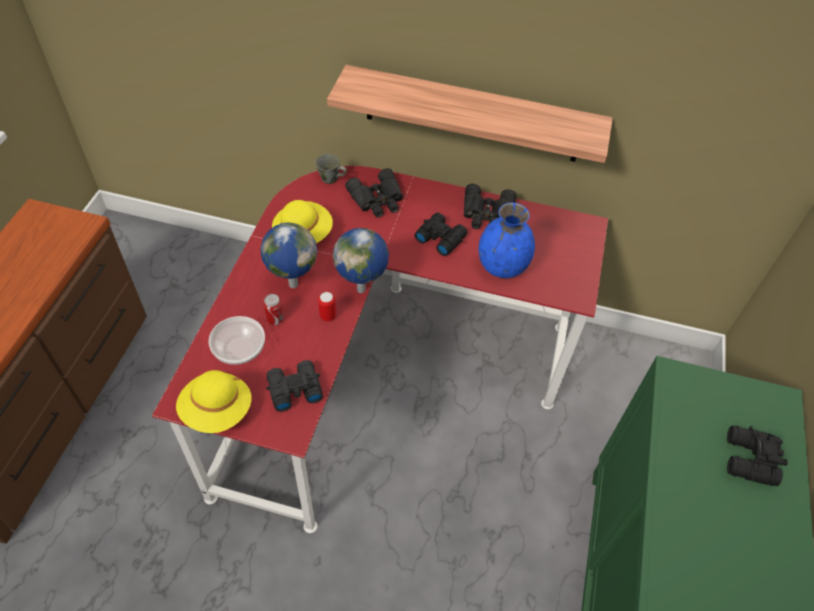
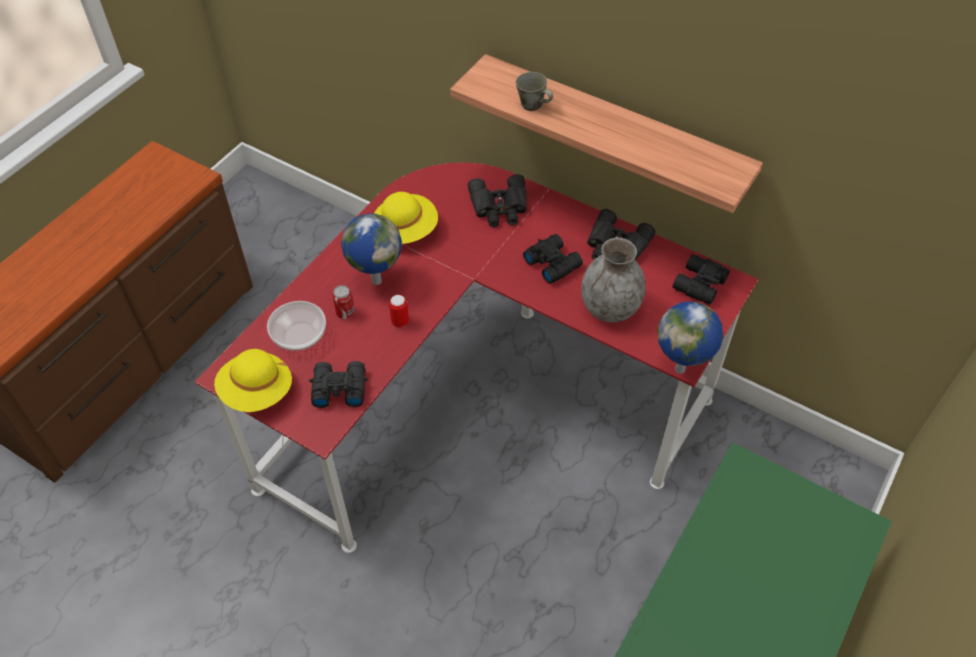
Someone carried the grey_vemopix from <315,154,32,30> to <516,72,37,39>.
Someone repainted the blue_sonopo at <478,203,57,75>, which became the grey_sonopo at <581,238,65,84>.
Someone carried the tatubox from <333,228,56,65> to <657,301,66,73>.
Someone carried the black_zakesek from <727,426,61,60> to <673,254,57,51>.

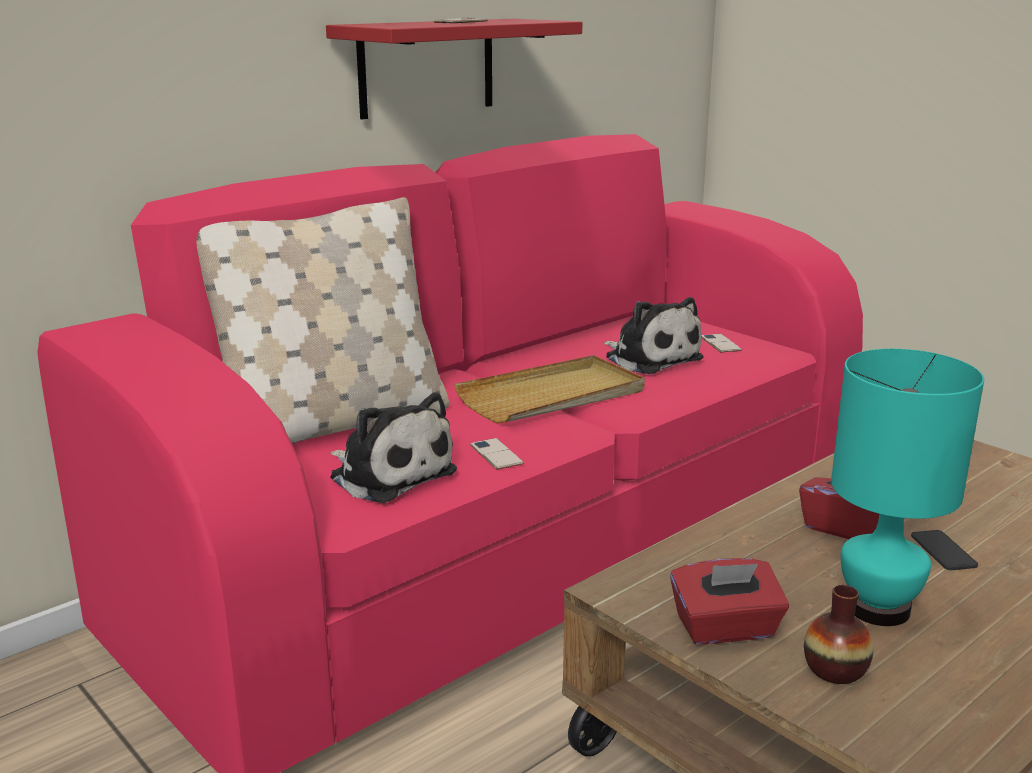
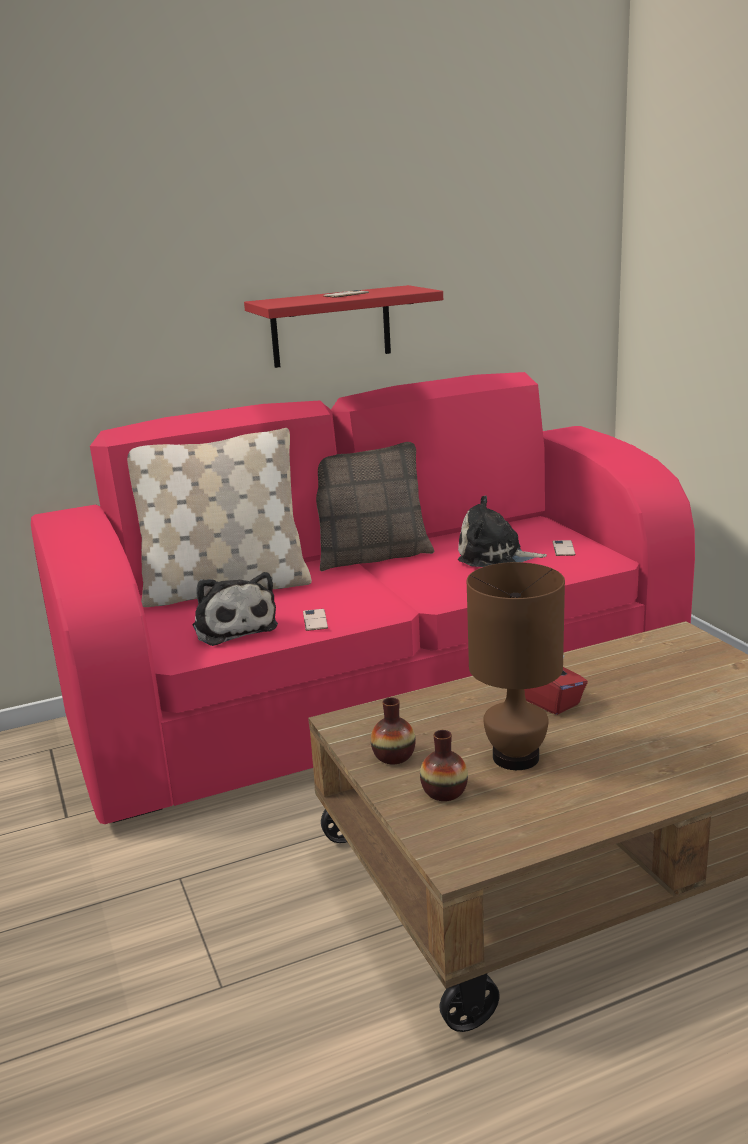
Someone rotated the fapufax at <603,297,101,77> by 120 degrees clockwise.
Someone repainted the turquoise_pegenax at <831,349,153,277>, which became the brown_pegenax at <467,562,98,208>.
Someone took away the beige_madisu at <454,355,191,68>.
Someone took away the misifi at <911,530,67,40>.
Someone swapped the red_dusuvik at <670,558,119,87> for the sonopo at <371,697,45,67>.
Someone put down the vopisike at <316,442,119,129>.

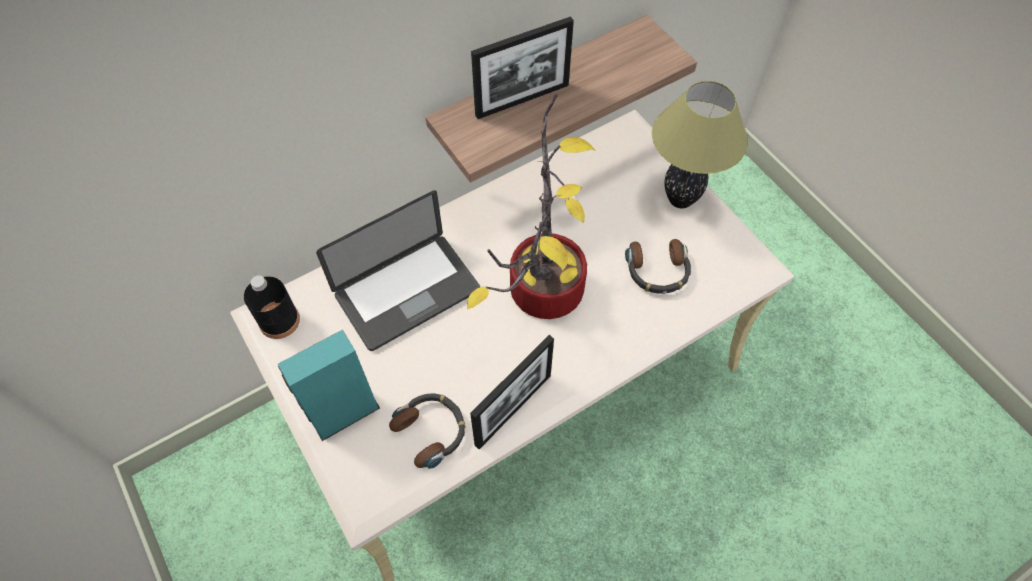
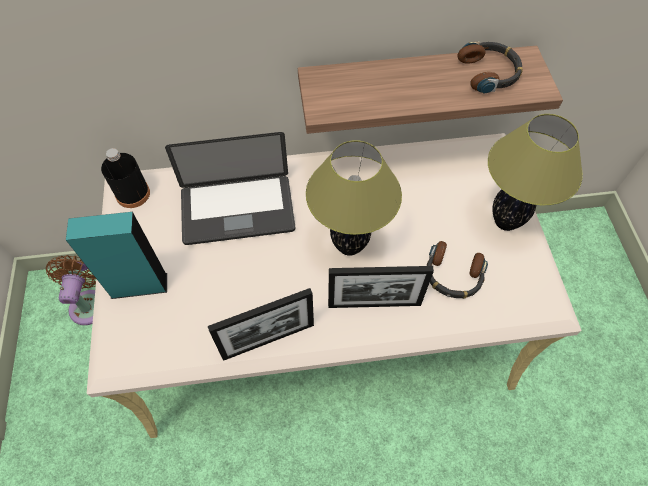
Someone carried the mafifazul from <471,16,103,103> to <328,266,106,42>.
Someone swapped the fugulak at <467,94,129,225> for the pegenax at <306,140,96,116>.
Someone carried the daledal from <389,393,76,76> to <457,41,66,53>.
Someone put down the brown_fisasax at <46,255,50,70>.

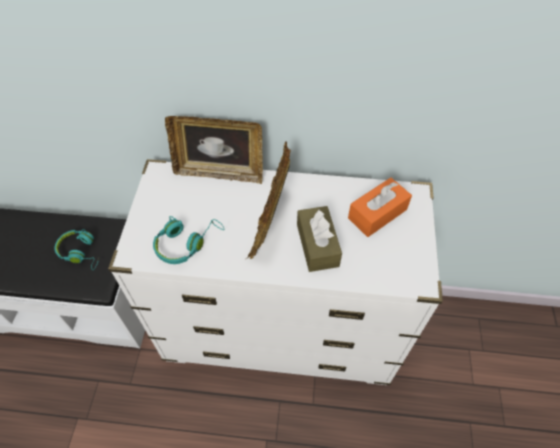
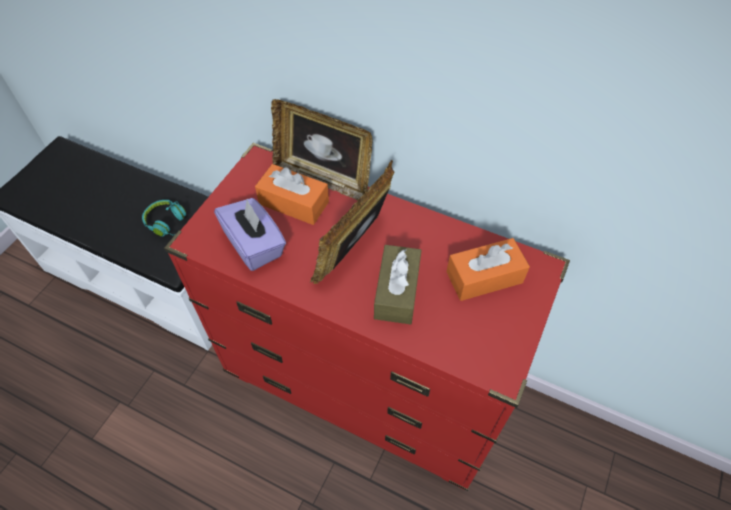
Someone repainted the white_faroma at <108,159,335,226>, which became the red_faroma at <164,143,406,348>.
Someone swapped the turquoise_daledal at <153,216,71,48> for the purple_dusuvik at <214,198,72,73>.
Someone put down the orange_dusuvik at <255,164,74,61>.

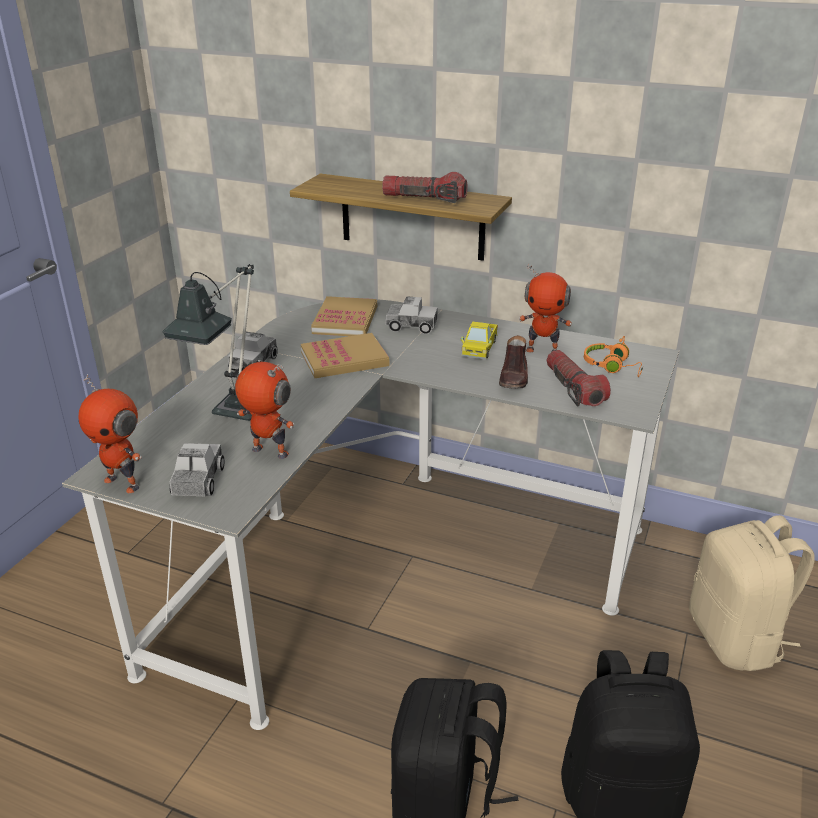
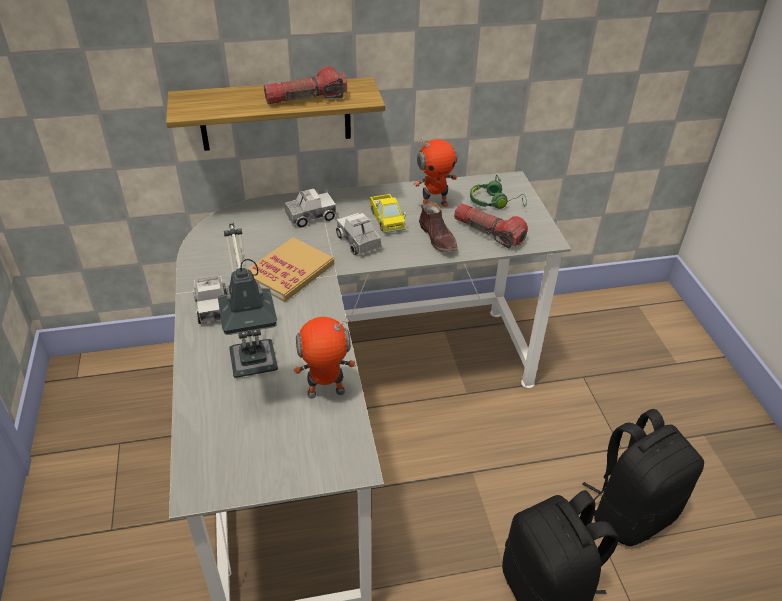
Someone took away the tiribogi at <311,296,66,40>.
Someone repainted the orange_daledal at <584,336,59,41>, which became the green_daledal at <470,175,56,34>.
Someone took away the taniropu at <79,374,63,119>.
Someone carried the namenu from <170,443,55,53> to <336,213,45,42>.
Someone took away the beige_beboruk at <689,515,126,156>.

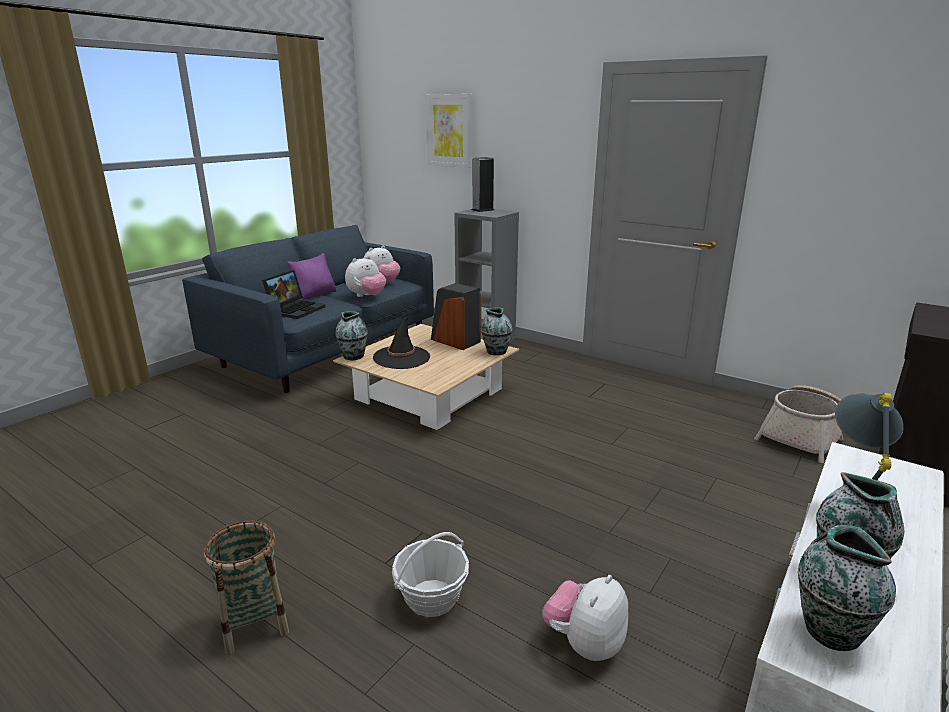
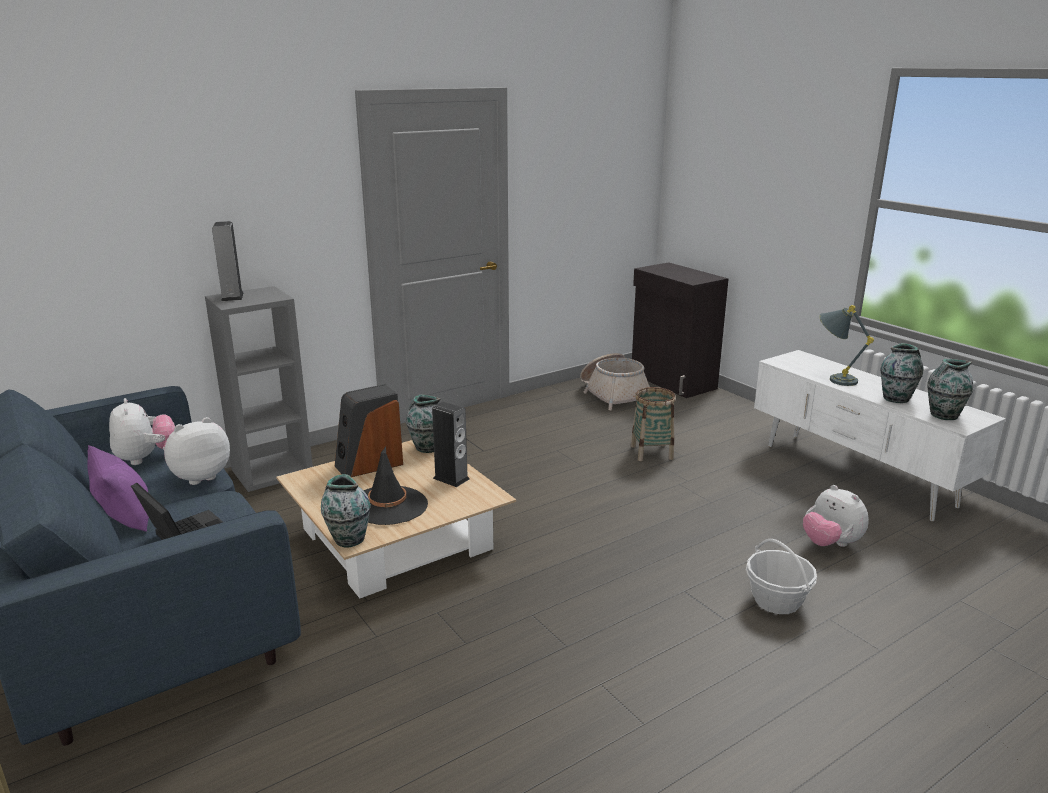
Someone took away the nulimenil at <426,94,46,74>.
Someone rotated the fapufax at <345,256,41,41> by 105 degrees counterclockwise.
Someone carried the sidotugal from <204,520,85,135> to <631,387,45,74>.
Someone put down the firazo at <432,402,37,85>.

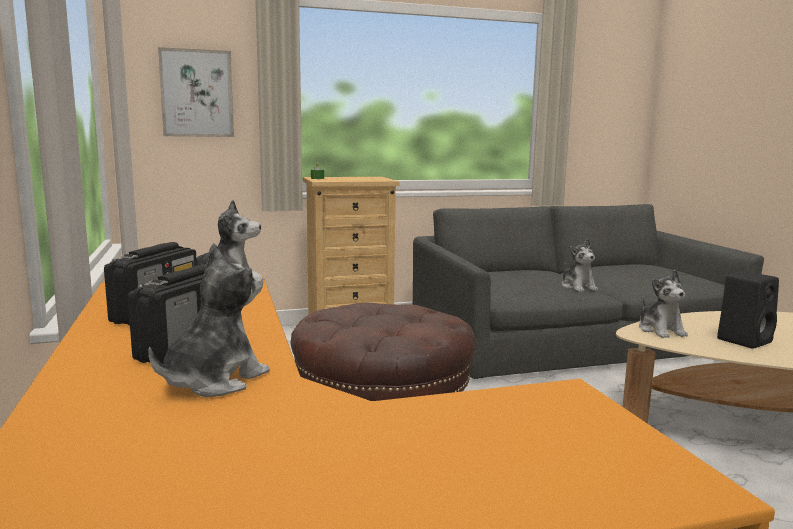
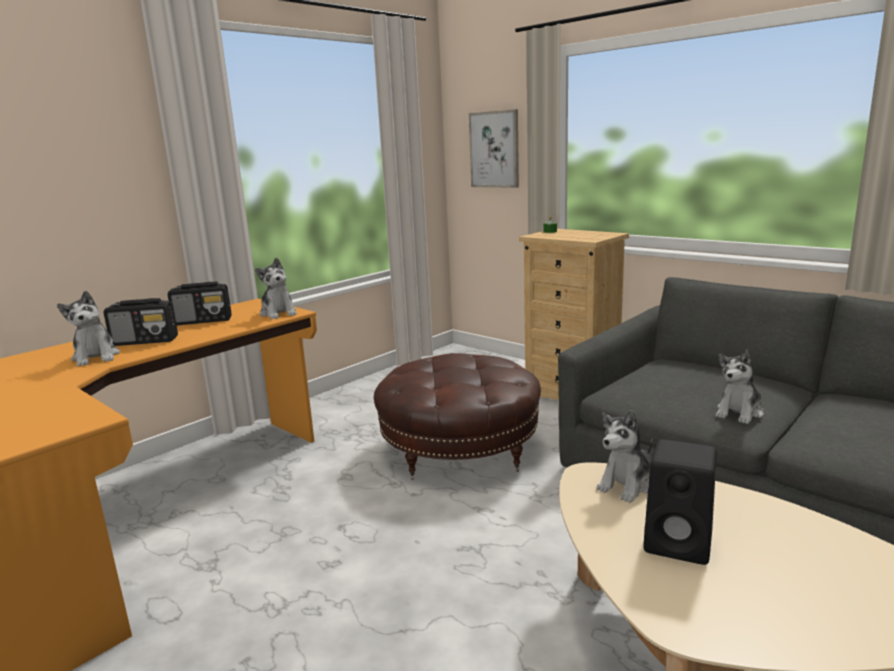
Someone rotated the fapufax at <148,243,122,154> by 60 degrees clockwise.

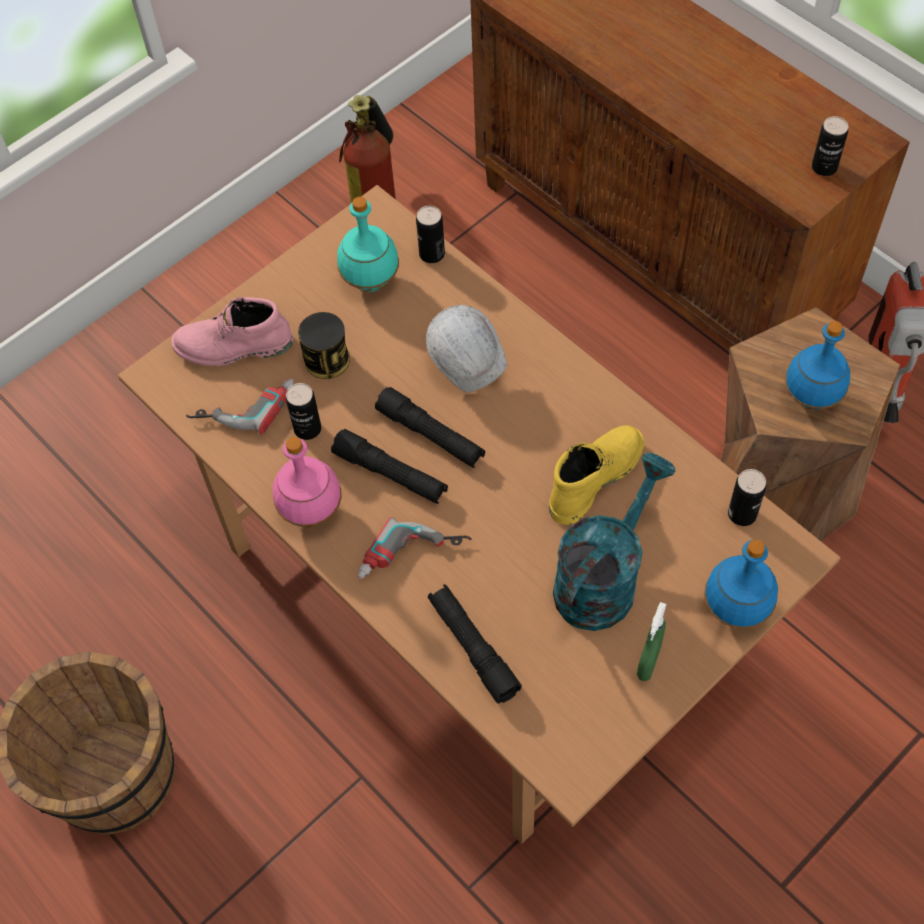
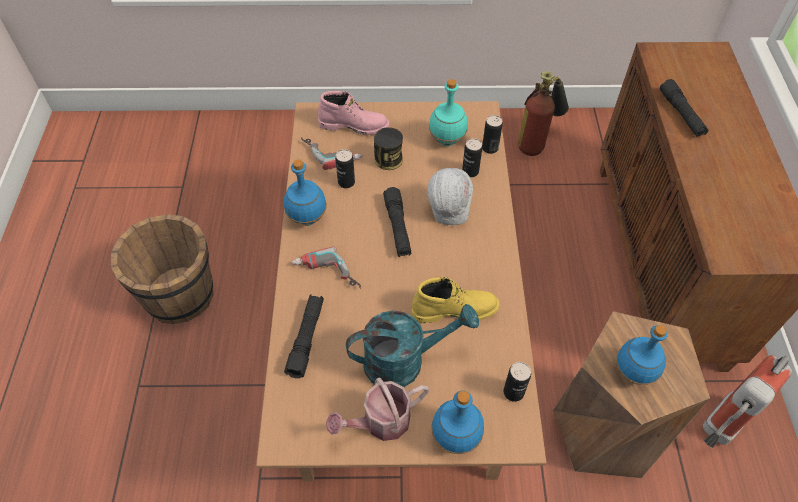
Someone carried the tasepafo from <812,116,36,60> to <462,138,20,39>.
Someone rotated the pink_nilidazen at <171,297,122,69> by 150 degrees clockwise.
Someone carried the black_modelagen from <331,429,117,75> to <660,79,48,58>.
Someone repainted the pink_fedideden at <273,437,69,90>, which became the blue_fedideden at <284,159,43,67>.
Someone swapped the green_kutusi at <637,602,29,79> for the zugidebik at <326,377,103,64>.

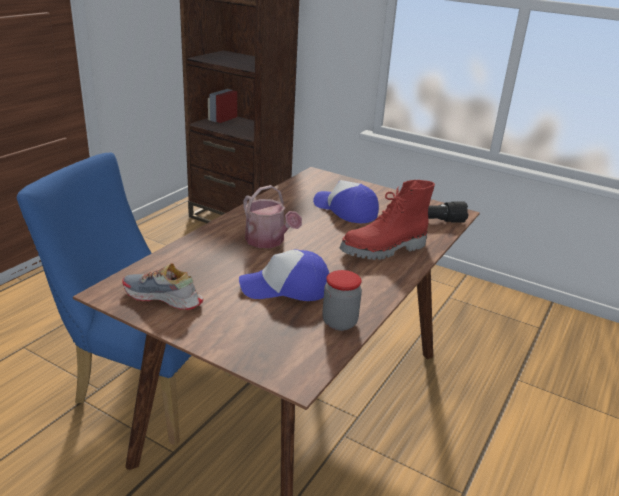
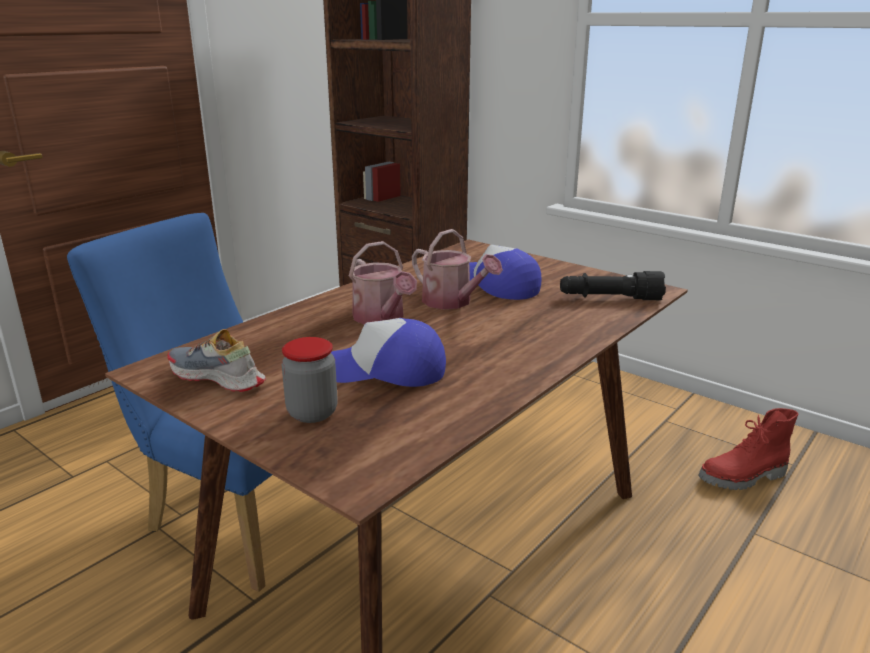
Someone carried the red_nilidazen from <340,180,95,80> to <698,408,100,82>.
Someone carried the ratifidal from <322,270,40,61> to <282,337,56,86>.
Someone put down the zugidebik at <412,229,91,80>.

